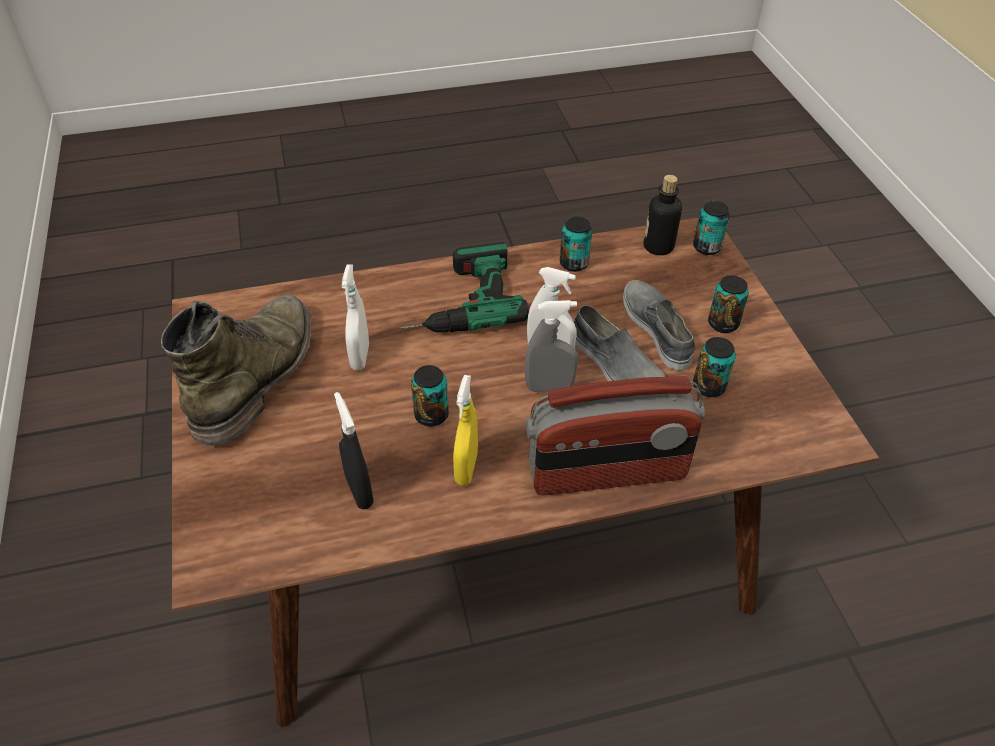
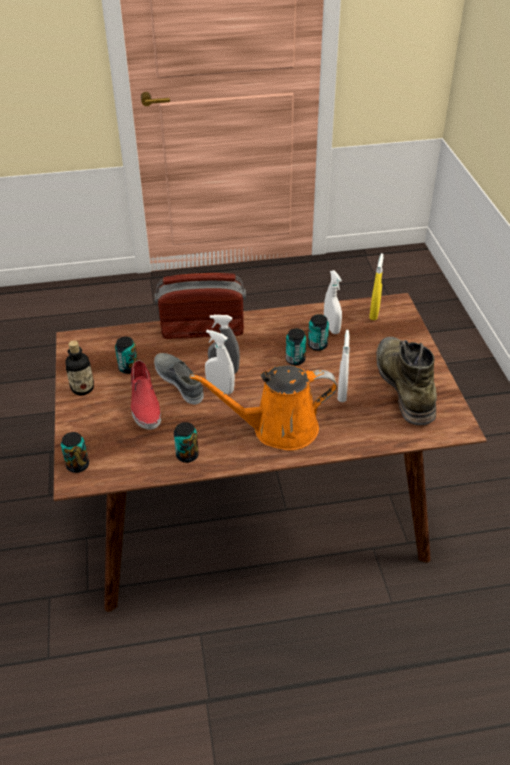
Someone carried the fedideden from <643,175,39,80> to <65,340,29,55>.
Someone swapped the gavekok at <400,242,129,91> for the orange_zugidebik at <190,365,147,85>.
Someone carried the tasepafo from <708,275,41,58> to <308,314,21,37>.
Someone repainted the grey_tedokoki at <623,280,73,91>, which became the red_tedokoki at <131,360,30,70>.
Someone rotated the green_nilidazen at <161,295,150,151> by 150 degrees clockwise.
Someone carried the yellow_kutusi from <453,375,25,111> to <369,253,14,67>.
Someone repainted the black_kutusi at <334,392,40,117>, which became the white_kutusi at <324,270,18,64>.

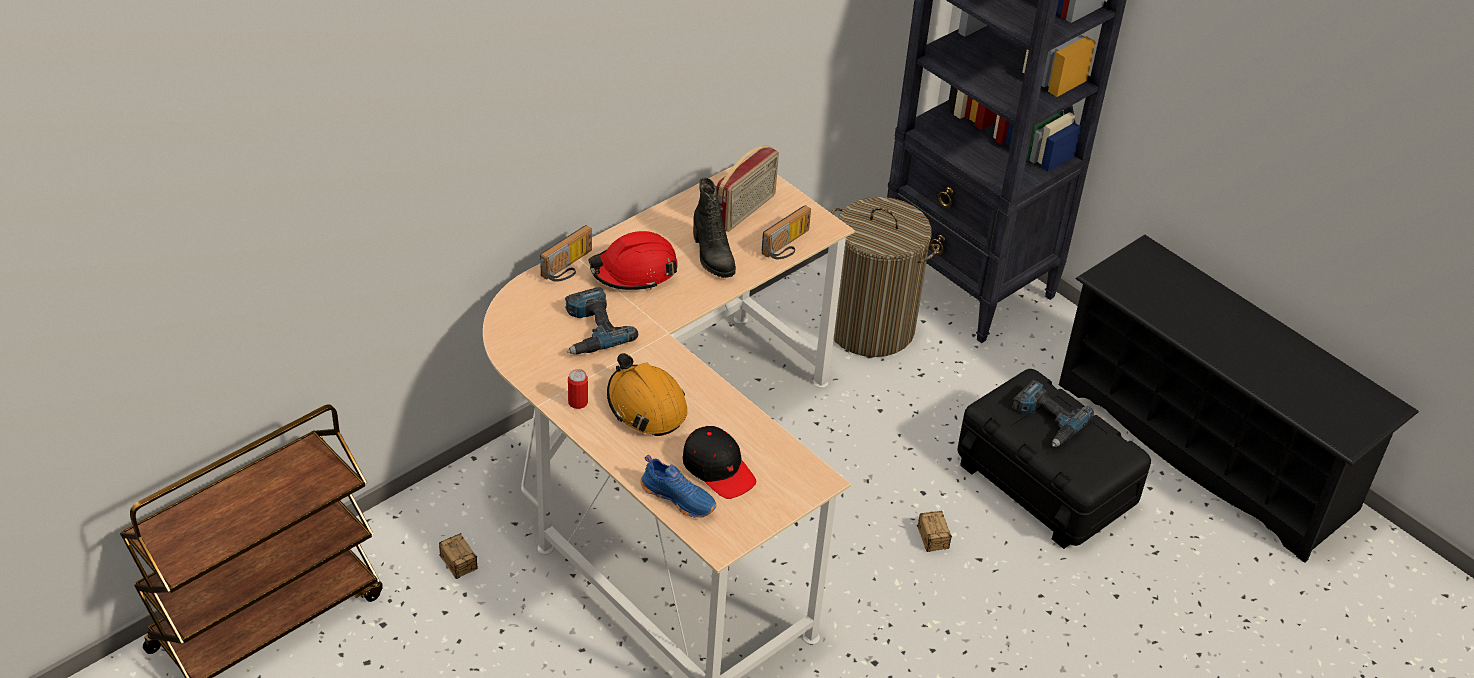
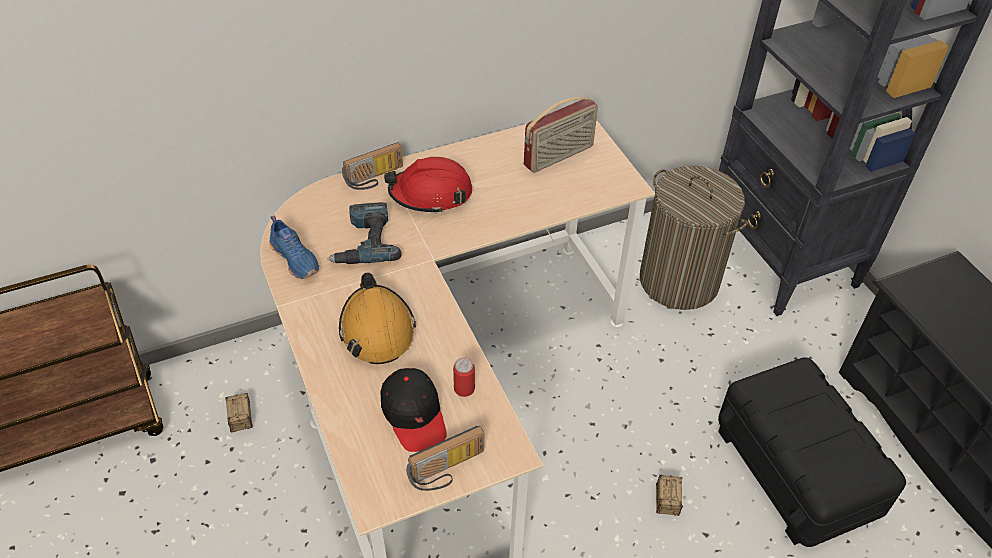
Someone took away the black_nilidazen at <693,177,43,101>.
Someone carried the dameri from <762,205,49,54> to <406,426,78,65>.
Someone carried the tasepafo from <568,369,20,40> to <453,357,22,40>.
Someone took away the gavekok at <1012,380,82,67>.
Someone carried the blue_tedokoki from <640,455,76,63> to <269,215,50,64>.

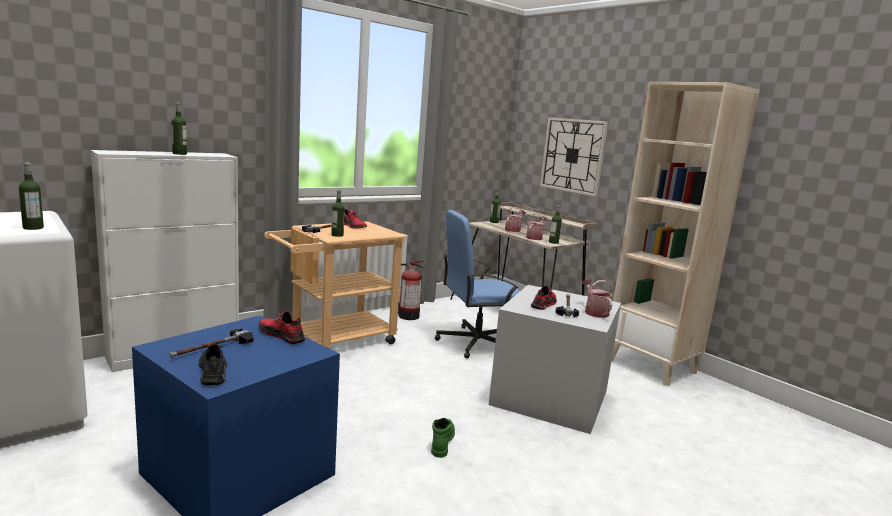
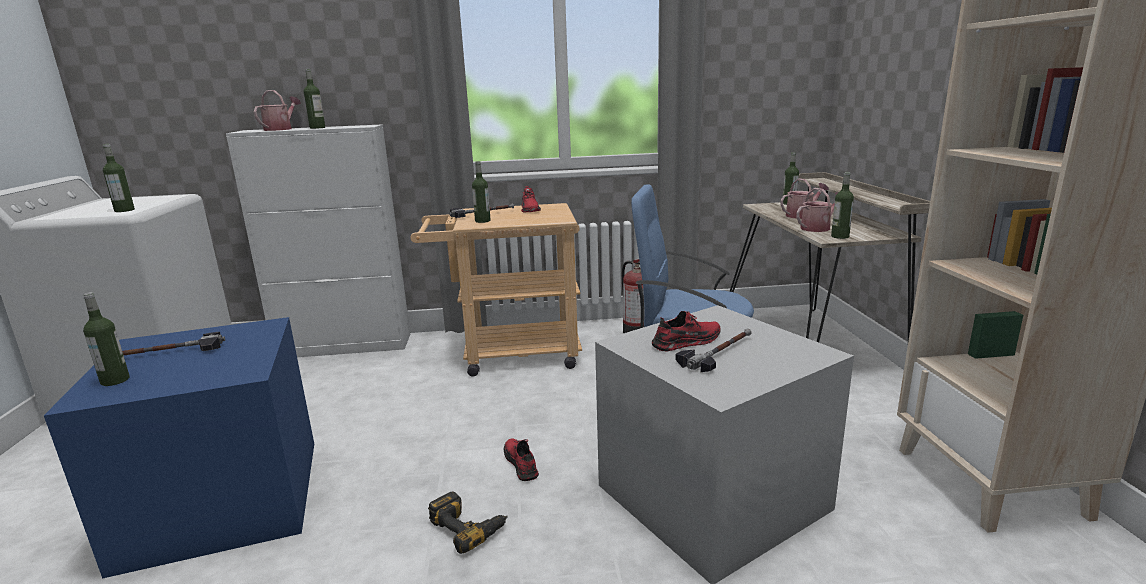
Someone took away the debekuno at <540,117,68,80>.
Someone carried the zugidebik from <582,279,31,39> to <253,90,48,41>.
Someone carried the red_tedokoki from <258,311,47,33> to <504,438,35,43>.
Someone swapped the black_tedokoki at <199,344,28,42> for the fedideden at <83,292,47,94>.
Someone swapped the green_nilidazen at <431,418,24,40> for the gavekok at <428,492,80,62>.

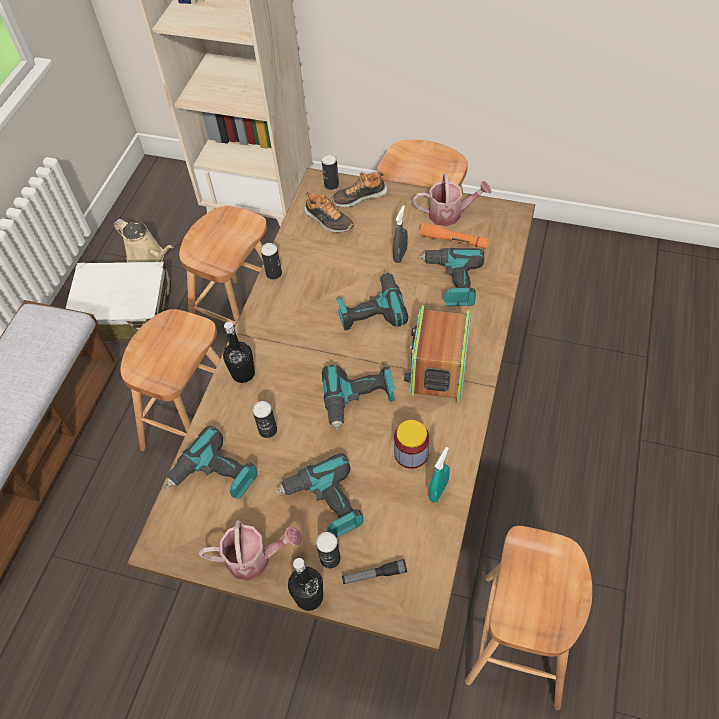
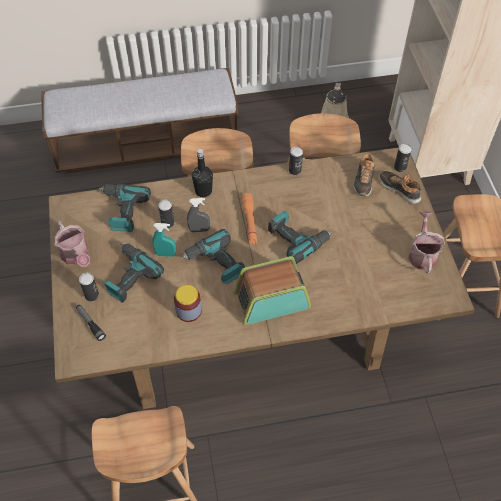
Someone rotated the zugidebik at <413,174,79,52> by 150 degrees counterclockwise.
Someone carried the grey_kutusi from <393,205,15,58> to <187,198,23,34>.
Someone carried the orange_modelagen from <420,223,70,26> to <241,193,16,52>.
Someone took away the gavekok at <418,248,67,58>.
Someone took away the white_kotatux at <66,261,105,80>.
Someone carried the turquoise_kutusi from <429,447,21,55> to <152,223,24,34>.
Someone took away the black_fedideden at <288,558,35,53>.

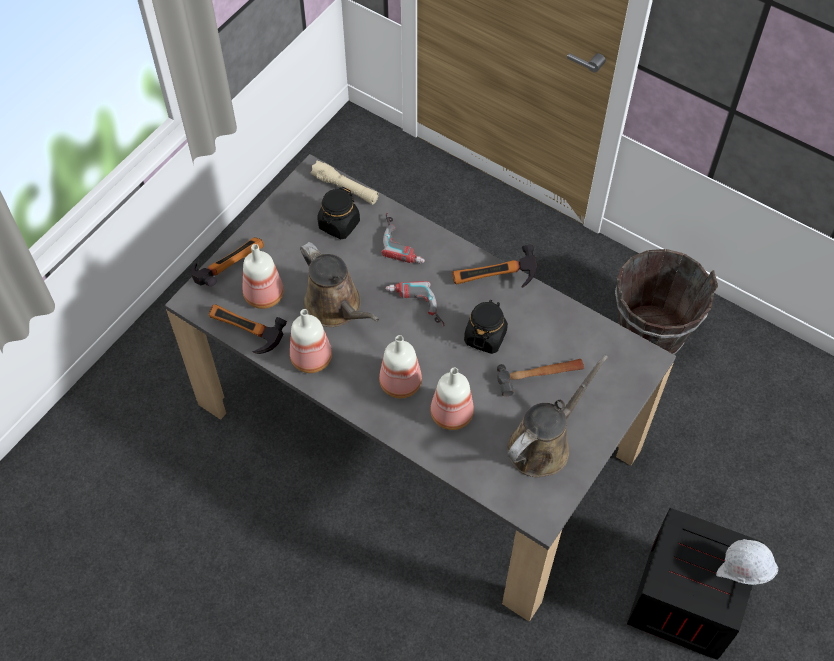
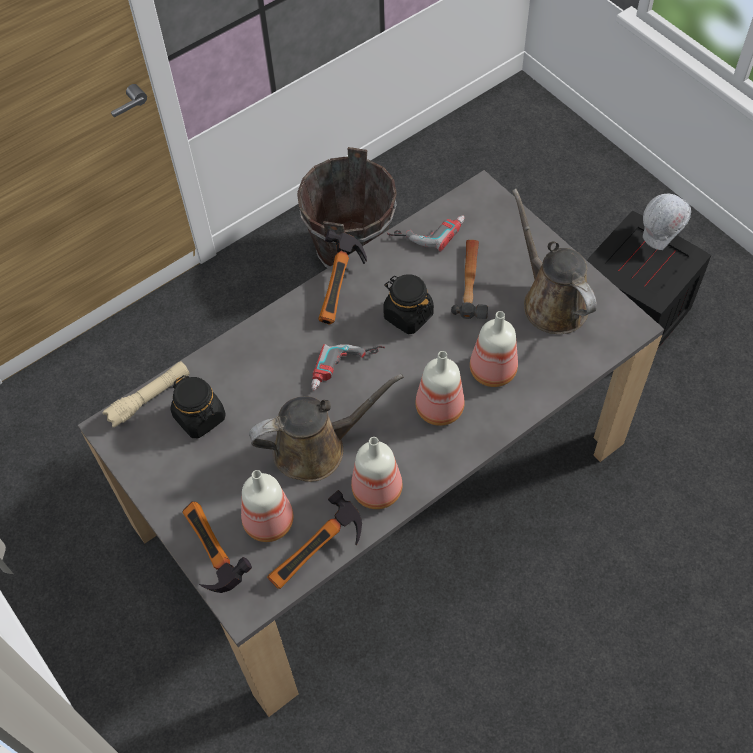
Someone carried the gavekok from <382,213,43,50> to <387,215,78,36>.

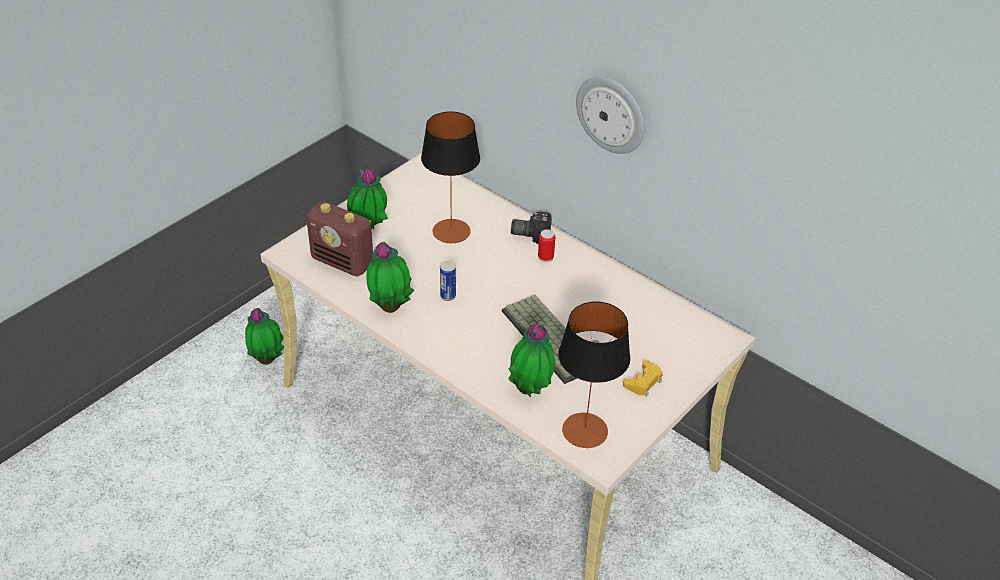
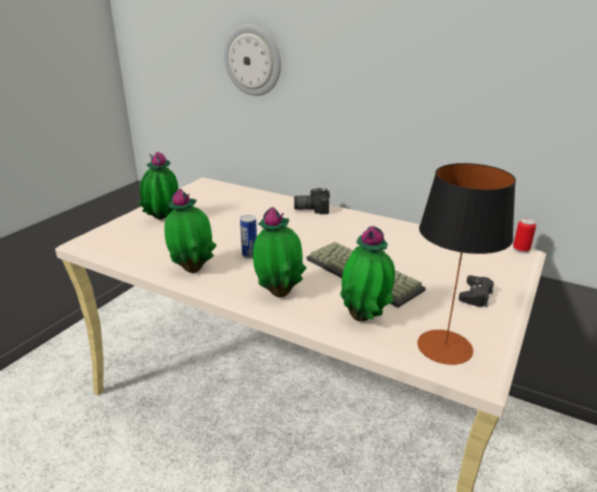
Someone carried the debekuno from <576,77,69,77> to <224,24,57,72>.
Someone took away the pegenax at <421,111,59,132>.
Someone took away the dameri at <306,201,67,75>.
Someone carried the tasepafo from <538,229,17,34> to <513,218,23,36>.
Someone carried the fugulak from <245,308,39,57> to <253,207,54,91>.
Someone repainted the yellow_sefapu at <623,360,40,37>, which became the black_sefapu at <459,275,35,32>.

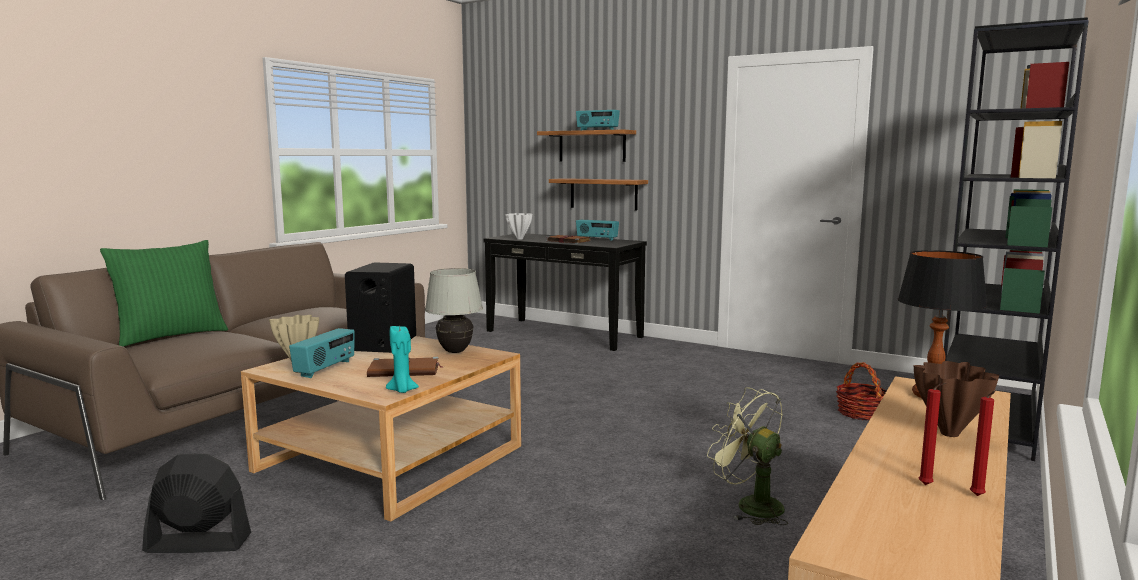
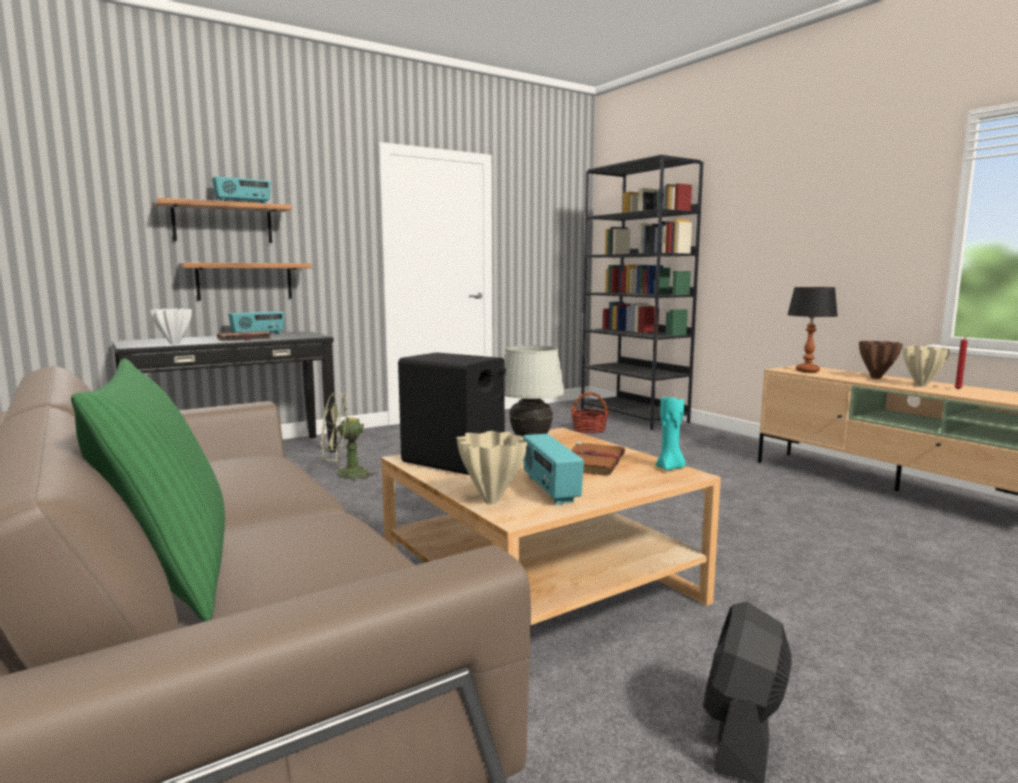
Someone rotated the dameri at <289,328,66,50> by 150 degrees counterclockwise.
Someone carried the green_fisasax from <707,387,81,138> to <321,393,58,89>.
Someone took away the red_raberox at <970,391,25,105>.
Someone put down the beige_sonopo at <903,346,48,41>.

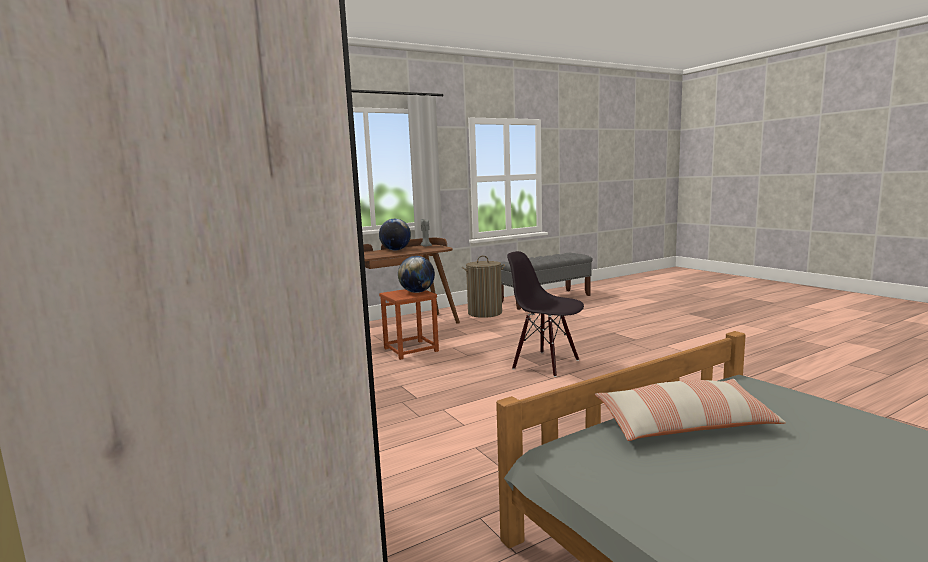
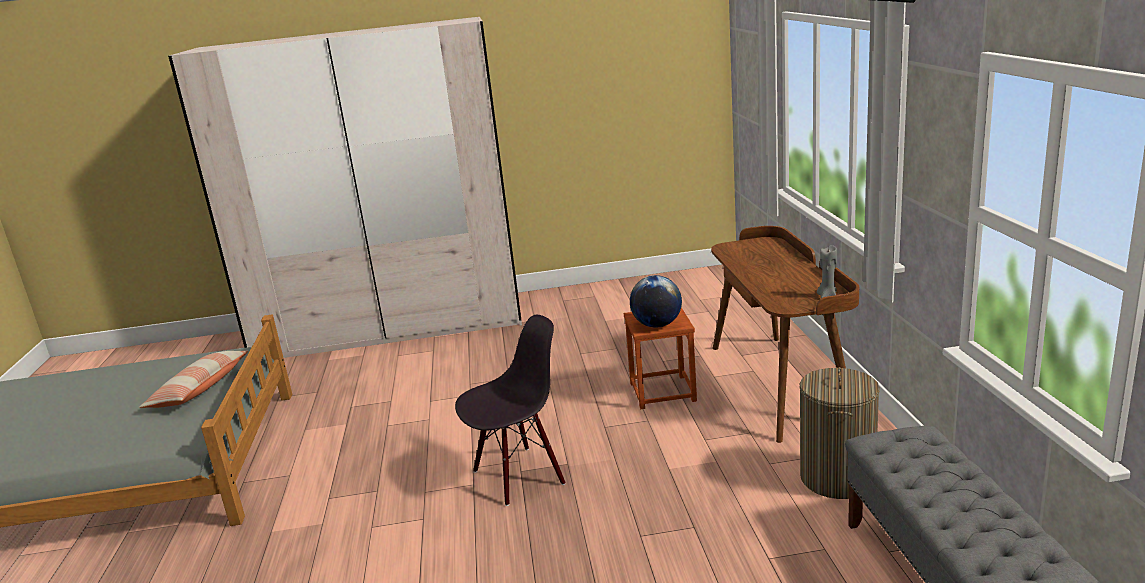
Someone took away the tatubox at <379,219,32,31>.

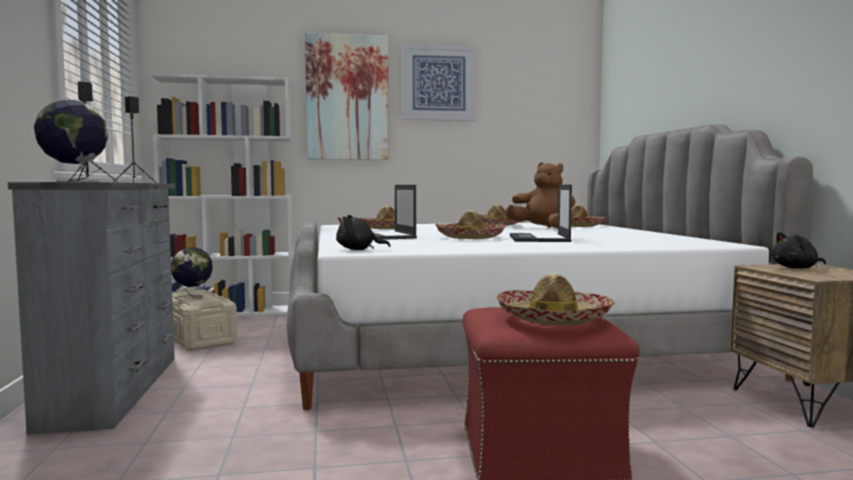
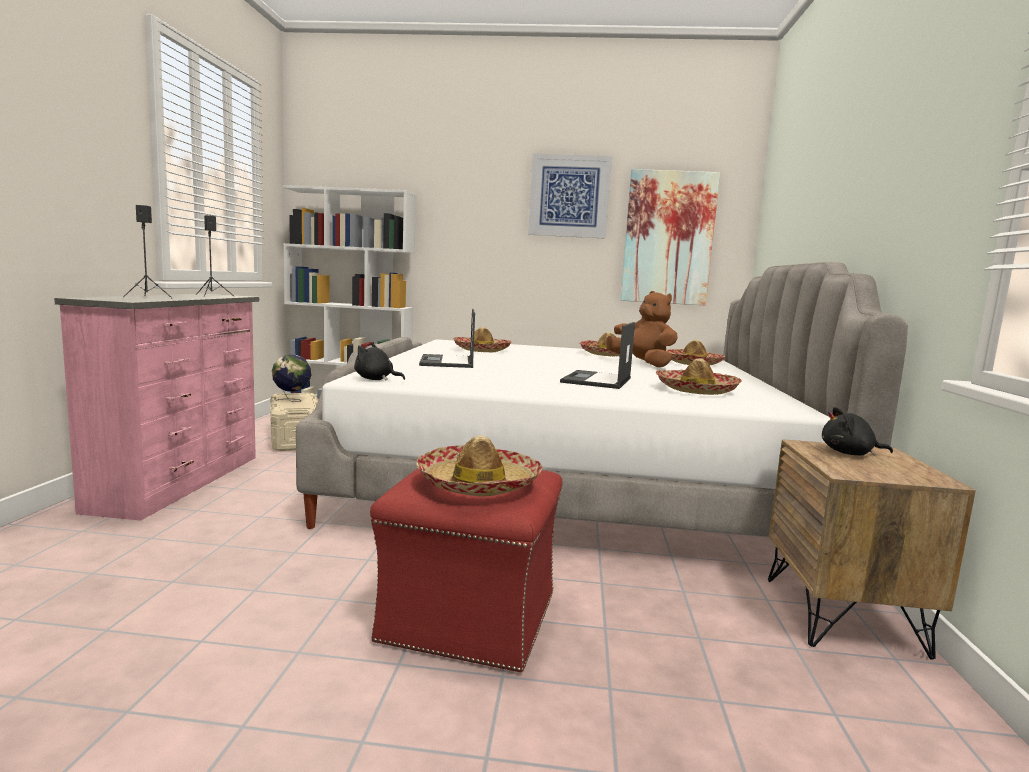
Someone carried the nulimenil from <305,32,84,128> to <620,169,100,137>.
Someone took away the tatubox at <34,100,74,82>.
Someone repainted the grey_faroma at <8,182,167,252>, which became the pink_faroma at <54,293,205,228>.
Someone carried the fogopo from <435,210,71,29> to <656,358,86,37>.

